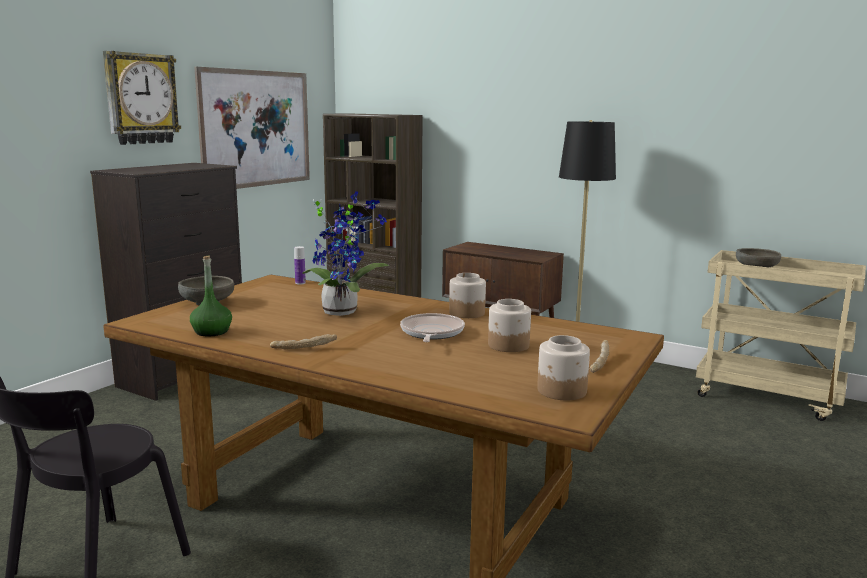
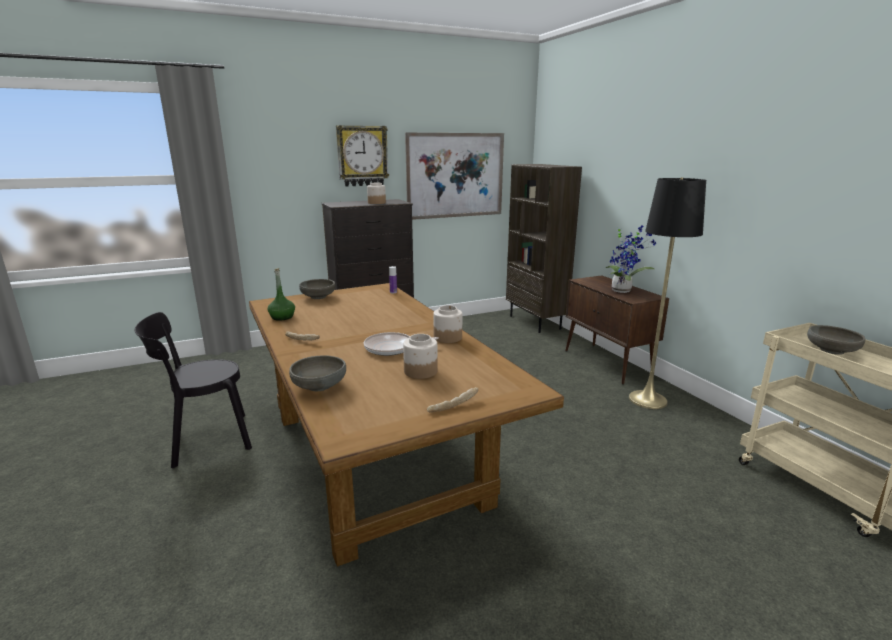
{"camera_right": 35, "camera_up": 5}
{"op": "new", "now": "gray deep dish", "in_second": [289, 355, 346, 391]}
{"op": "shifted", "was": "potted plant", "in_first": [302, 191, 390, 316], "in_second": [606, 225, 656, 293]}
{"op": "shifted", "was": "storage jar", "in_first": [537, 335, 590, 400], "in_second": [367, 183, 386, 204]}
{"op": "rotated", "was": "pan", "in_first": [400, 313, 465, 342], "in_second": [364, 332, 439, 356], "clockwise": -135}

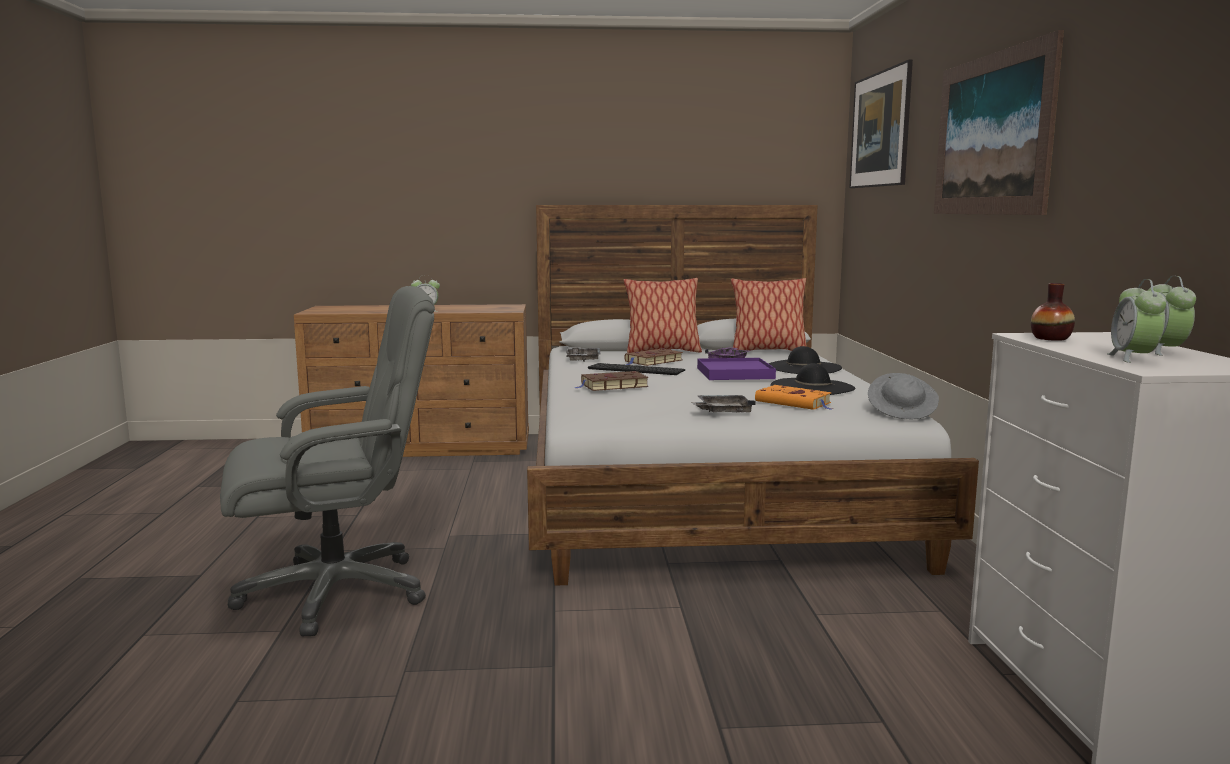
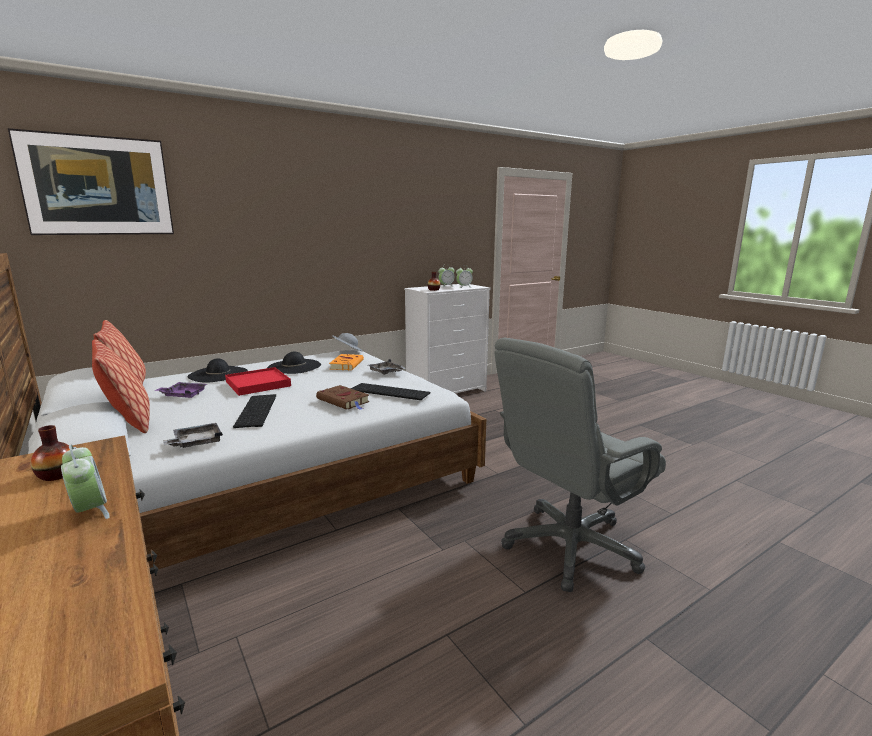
{"camera_right": -120, "camera_up": 5}
{"op": "gone", "was": "brown volume", "in_first": [624, 349, 683, 366]}
{"op": "gone", "was": "wall art", "in_first": [934, 30, 1064, 215]}
{"op": "new", "now": "decorative vase", "in_second": [31, 425, 70, 481]}
{"op": "new", "now": "keyboard", "in_second": [351, 383, 431, 400]}
{"op": "repainted", "was": "purple serving tray", "now": "red-coloured serving tray", "in_first": [697, 358, 776, 380], "in_second": [225, 367, 291, 396]}
{"op": "rotated", "was": "gray office chair", "in_first": [220, 286, 435, 636], "in_second": [494, 338, 666, 592], "clockwise": -75}

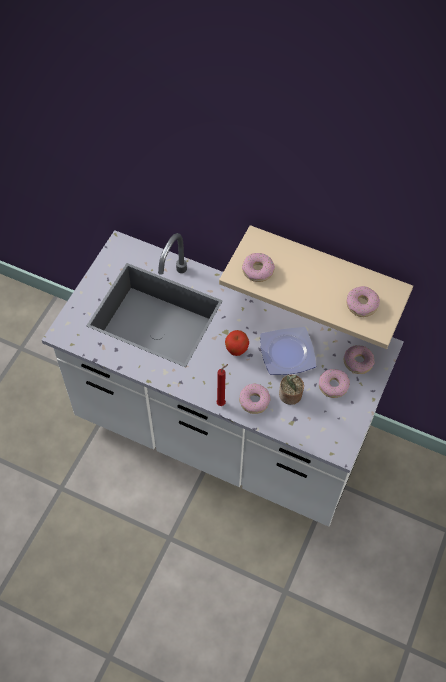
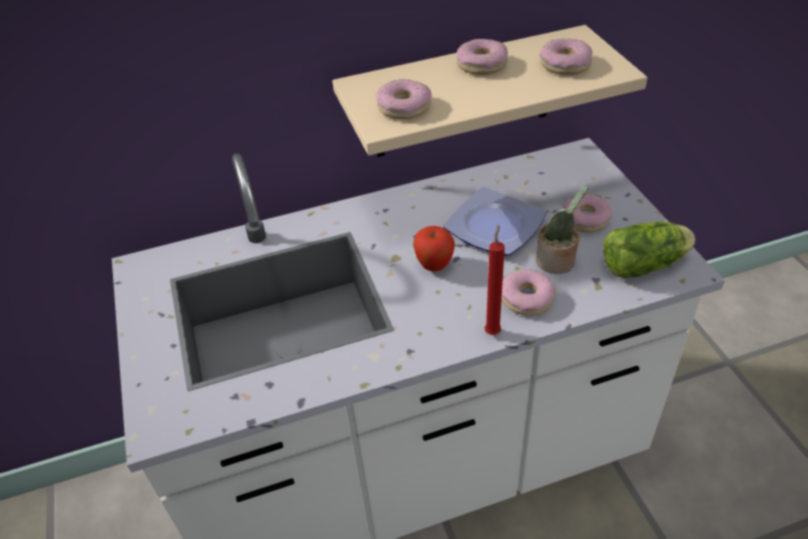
{"camera_right": -40, "camera_up": -15}
{"op": "new", "now": "lettuce", "in_second": [603, 221, 695, 278]}
{"op": "shifted", "was": "doughnut", "in_first": [344, 345, 374, 374], "in_second": [456, 39, 508, 75]}

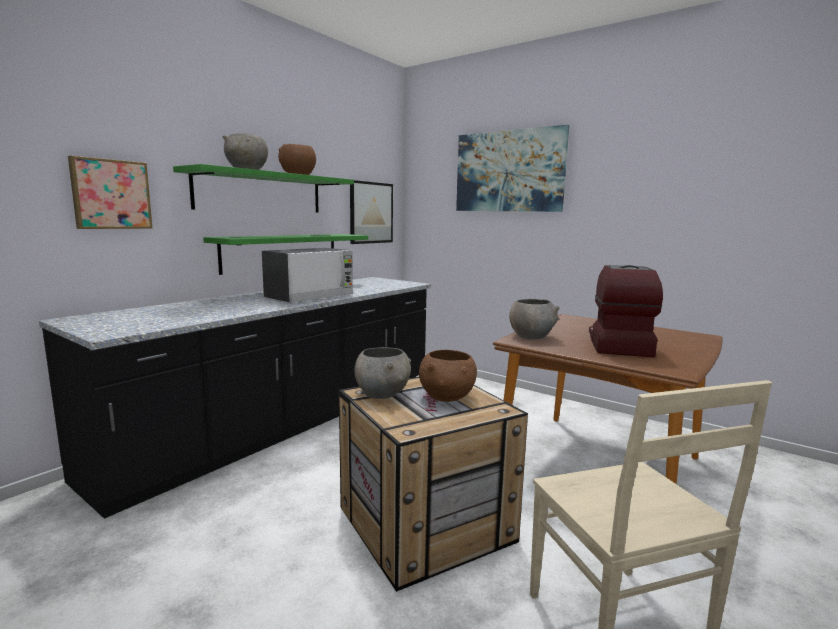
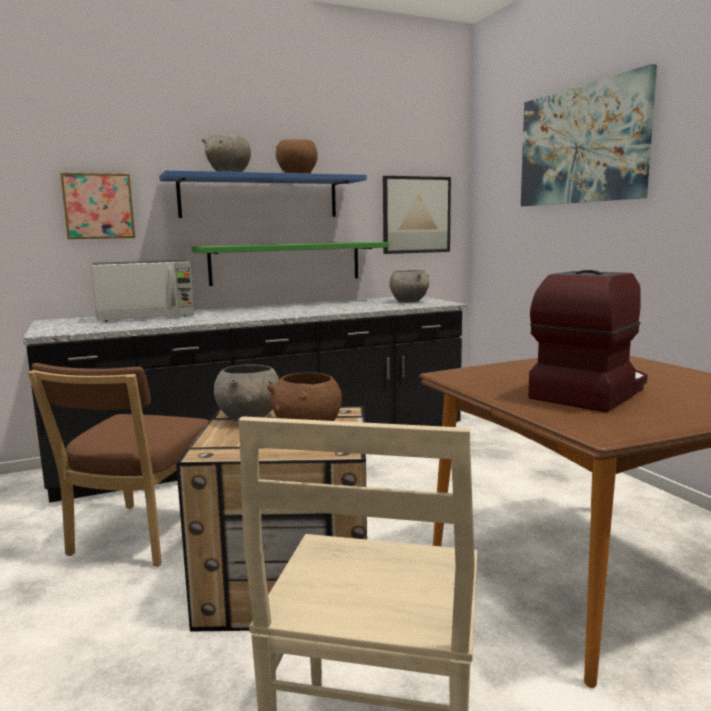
{"camera_right": 30, "camera_up": 0}
{"op": "new", "now": "brown upright chair", "in_second": [28, 363, 209, 567]}
{"op": "shifted", "was": "microwave oven", "in_first": [262, 248, 353, 303], "in_second": [91, 260, 194, 321]}
{"op": "shifted", "was": "gray deep dish", "in_first": [509, 299, 560, 339], "in_second": [389, 270, 429, 302]}
{"op": "repainted", "was": "green bracket shelf", "now": "blue bracket shelf", "in_first": [173, 164, 354, 213], "in_second": [159, 170, 366, 218]}

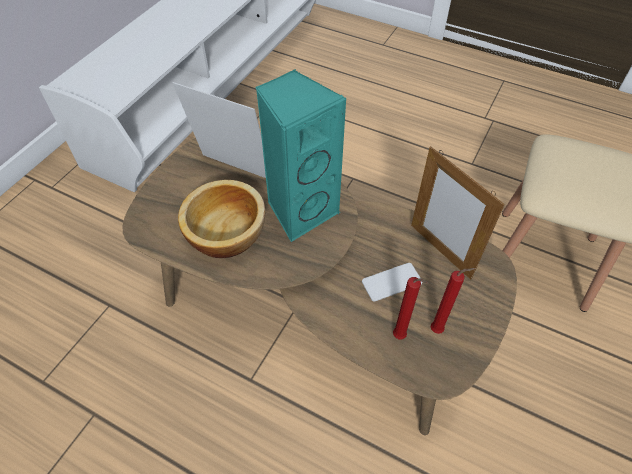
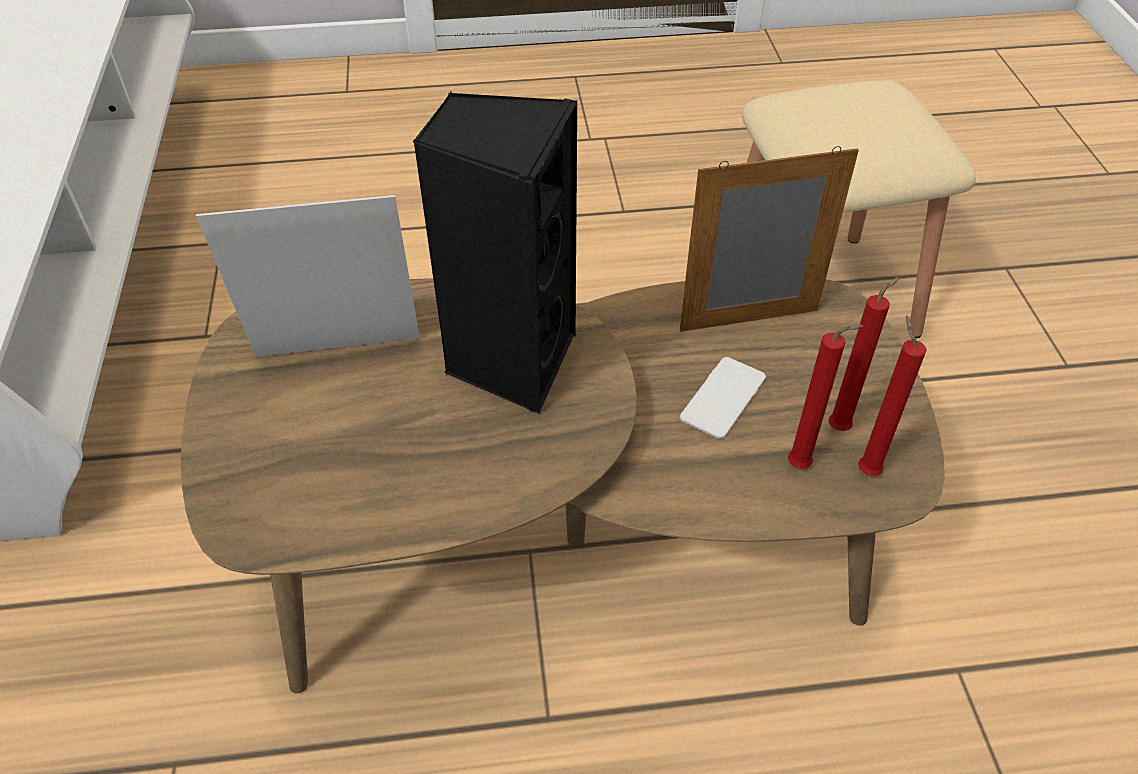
{"camera_right": -35, "camera_up": -5}
{"op": "gone", "was": "deep dish", "in_first": [178, 180, 265, 258]}
{"op": "new", "now": "red-coloured wax candle", "in_second": [858, 315, 927, 476]}
{"op": "repainted", "was": "turquoise-coloured loudspeaker", "now": "black-coloured loudspeaker", "in_first": [255, 69, 347, 242], "in_second": [413, 92, 577, 414]}
{"op": "rotated", "was": "standing frame", "in_first": [411, 146, 505, 280], "in_second": [680, 146, 859, 332], "clockwise": 150}

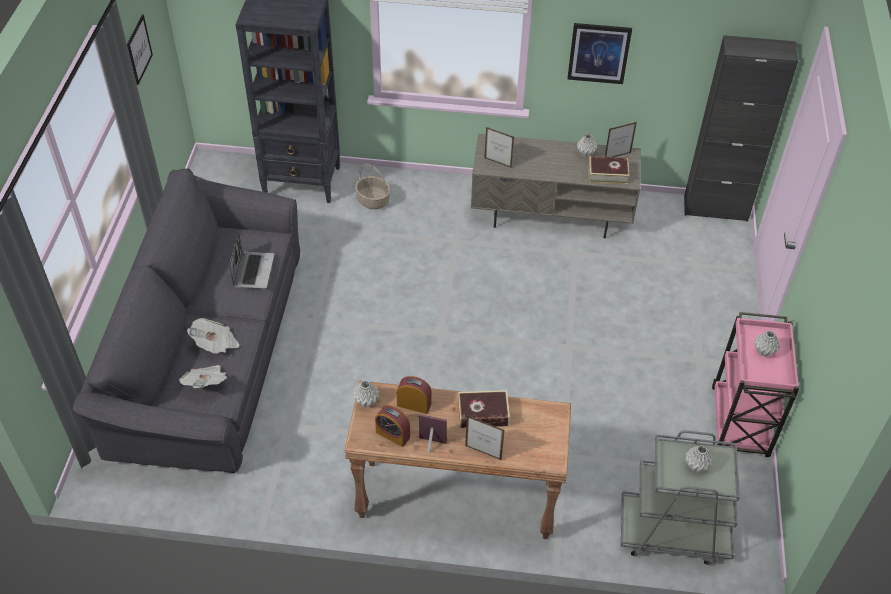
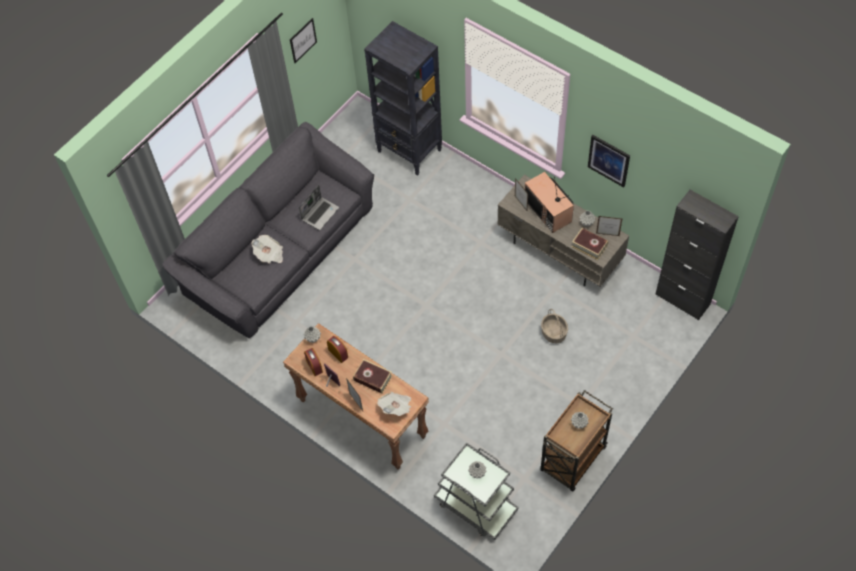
{"camera_right": 35, "camera_up": 10}
{"op": "new", "now": "TV", "in_second": [525, 172, 574, 233]}
{"op": "shifted", "was": "printed paper", "in_first": [179, 365, 227, 388], "in_second": [377, 392, 411, 416]}
{"op": "shifted", "was": "household basket", "in_first": [355, 164, 391, 209], "in_second": [541, 309, 568, 343]}
{"op": "repainted", "was": "pink wheeled cart", "now": "brown wheeled cart", "in_first": [712, 312, 800, 457], "in_second": [541, 390, 613, 491]}

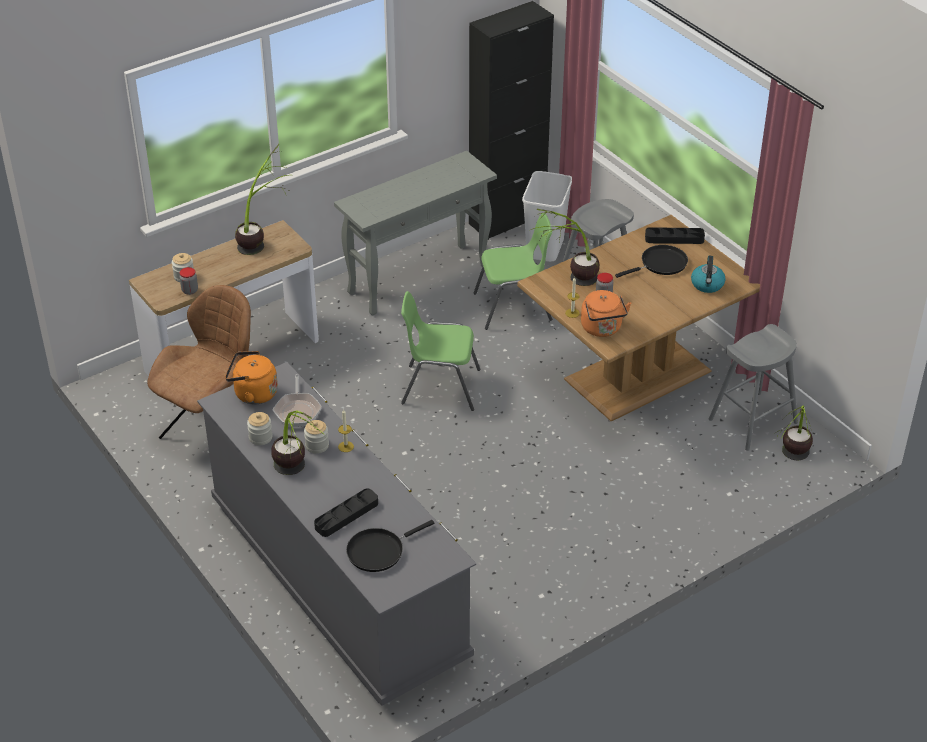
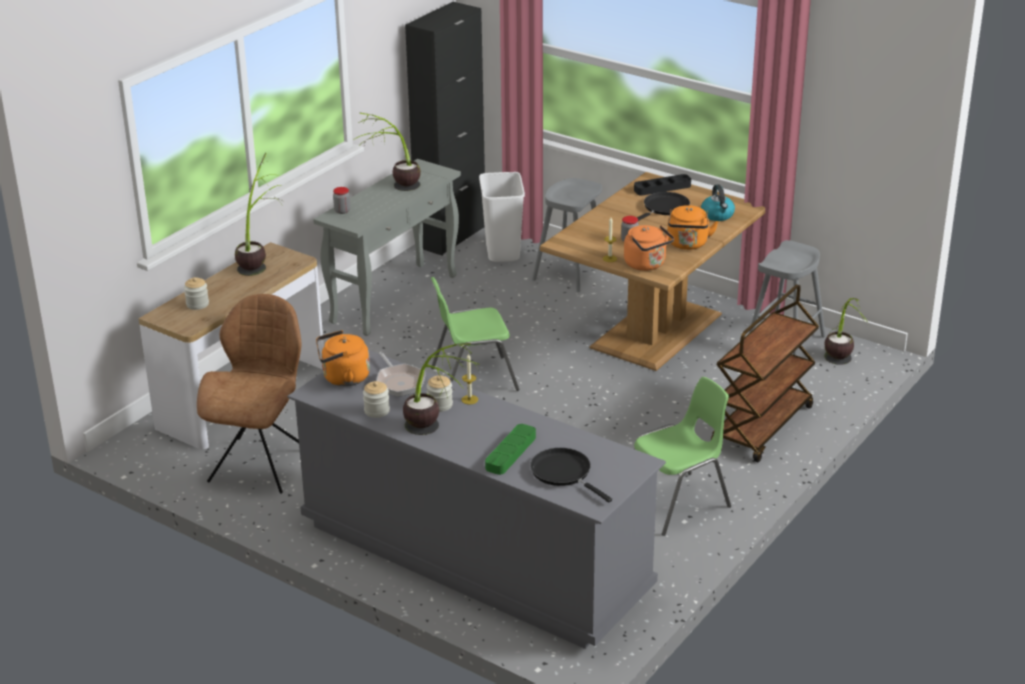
{"camera_right": -20, "camera_up": -10}
{"op": "new", "now": "orange-coloured tea kettle", "in_second": [668, 205, 719, 250]}
{"op": "new", "now": "brown wheeled cart", "in_second": [711, 284, 819, 462]}
{"op": "shifted", "was": "storage jar", "in_first": [180, 267, 198, 295], "in_second": [333, 187, 350, 214]}
{"op": "shifted", "was": "green upright chair", "in_first": [474, 213, 552, 330], "in_second": [634, 377, 731, 536]}
{"op": "shifted", "was": "potted plant", "in_first": [531, 209, 600, 286], "in_second": [353, 113, 421, 191]}
{"op": "repainted", "was": "black-coloured serving tray", "now": "green serving tray", "in_first": [314, 488, 378, 537], "in_second": [485, 424, 536, 475]}
{"op": "rotated", "was": "black-coloured pan", "in_first": [346, 520, 434, 572], "in_second": [530, 448, 612, 503], "clockwise": 105}

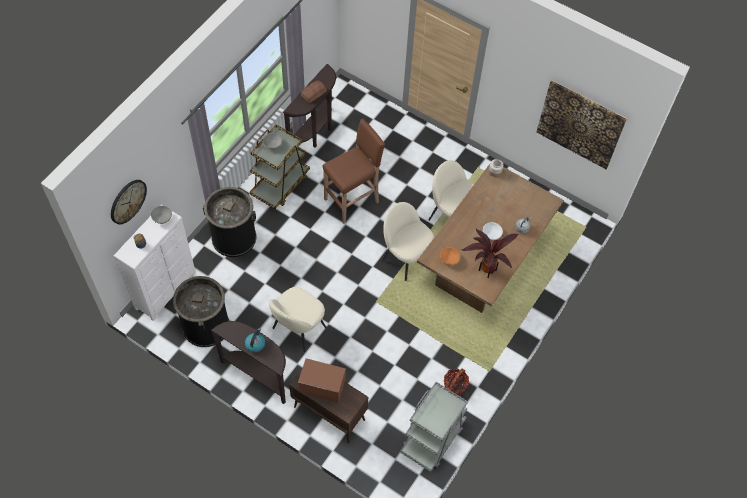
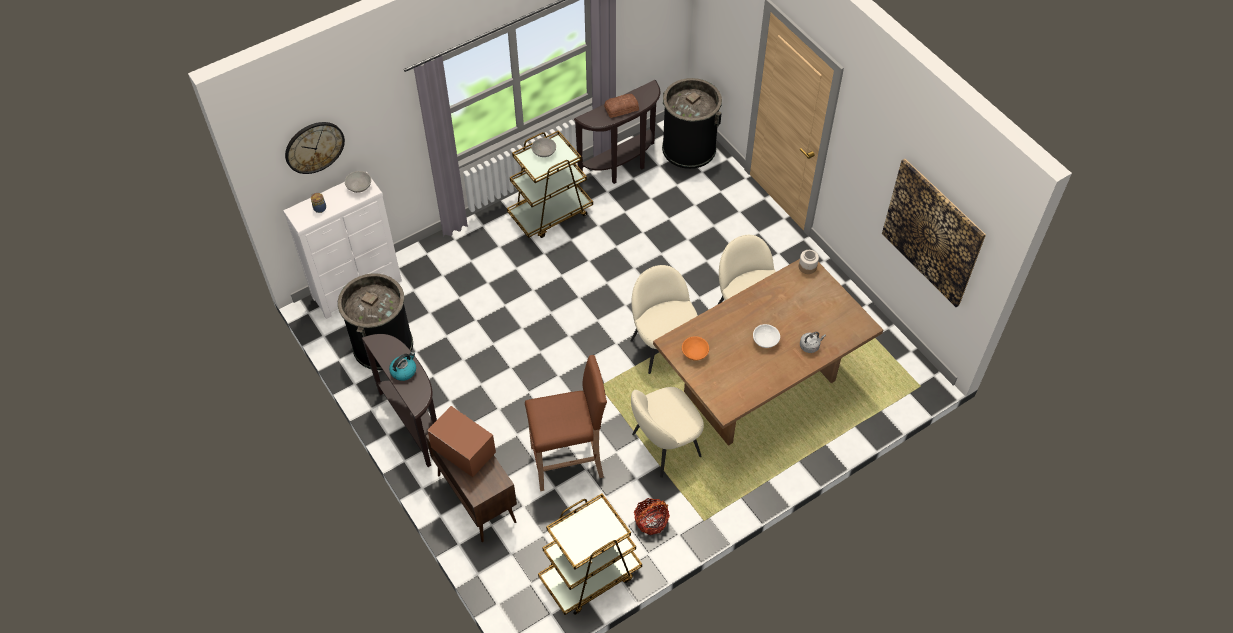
{"camera_right": 25, "camera_up": -5}
{"op": "gone", "was": "potted plant", "in_first": [461, 229, 519, 278]}
{"op": "shifted", "was": "black-coloured waste bin", "in_first": [203, 187, 256, 257], "in_second": [662, 78, 722, 169]}
{"op": "shifted", "was": "sand-coloured upright chair", "in_first": [269, 287, 327, 352], "in_second": [631, 387, 704, 478]}
{"op": "shifted", "was": "brown stool", "in_first": [322, 119, 385, 223], "in_second": [525, 355, 607, 491]}
{"op": "repainted", "was": "gray wheeled cart", "now": "brown wheeled cart", "in_first": [400, 382, 468, 472], "in_second": [538, 493, 642, 615]}

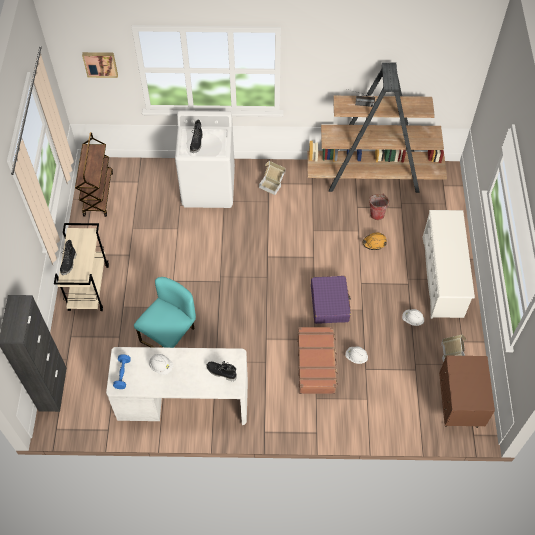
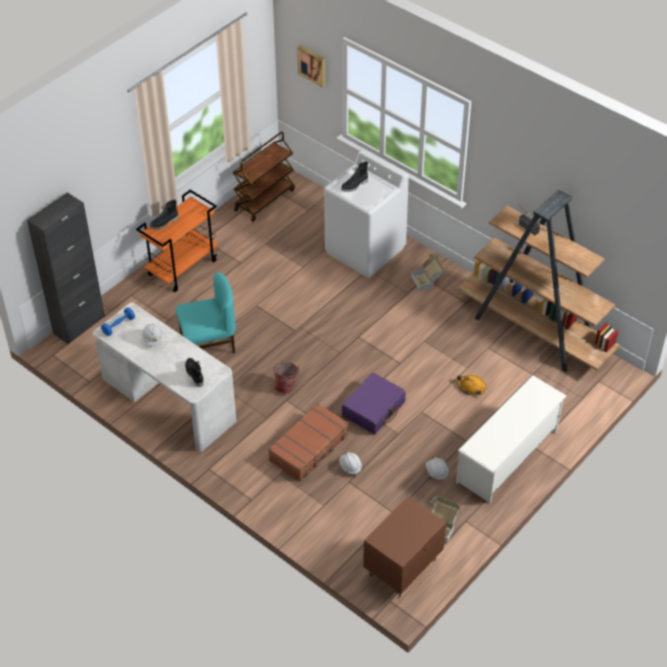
{"camera_right": 40, "camera_up": -10}
{"op": "shifted", "was": "bucket", "in_first": [369, 194, 390, 220], "in_second": [274, 362, 300, 394]}
{"op": "repainted", "was": "sand-coloured wheeled cart", "now": "orange-coloured wheeled cart", "in_first": [54, 223, 109, 311], "in_second": [136, 190, 218, 292]}

